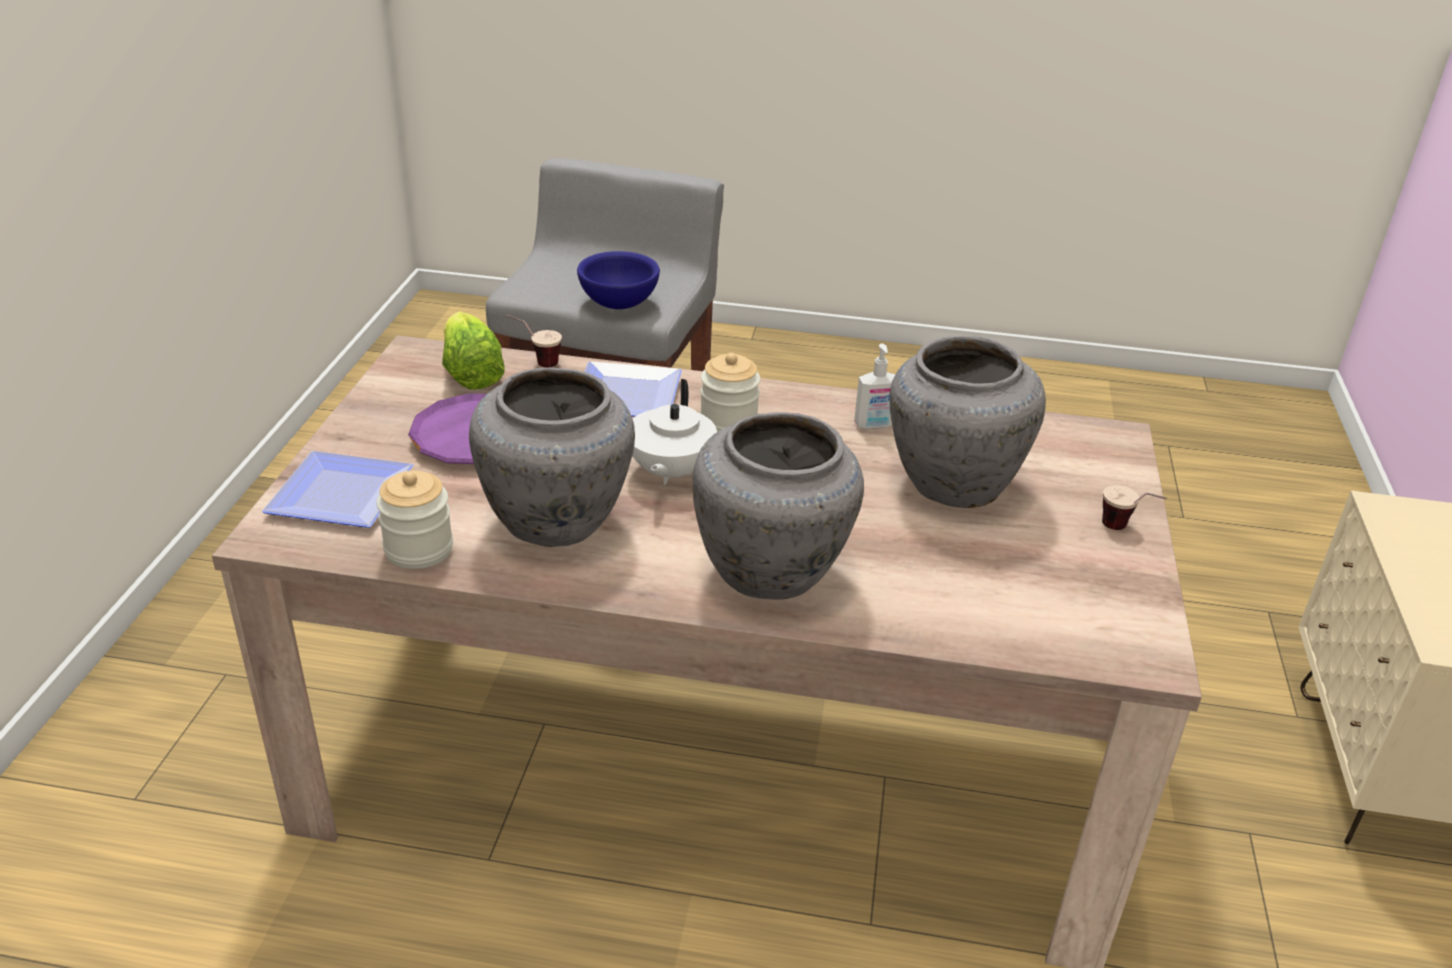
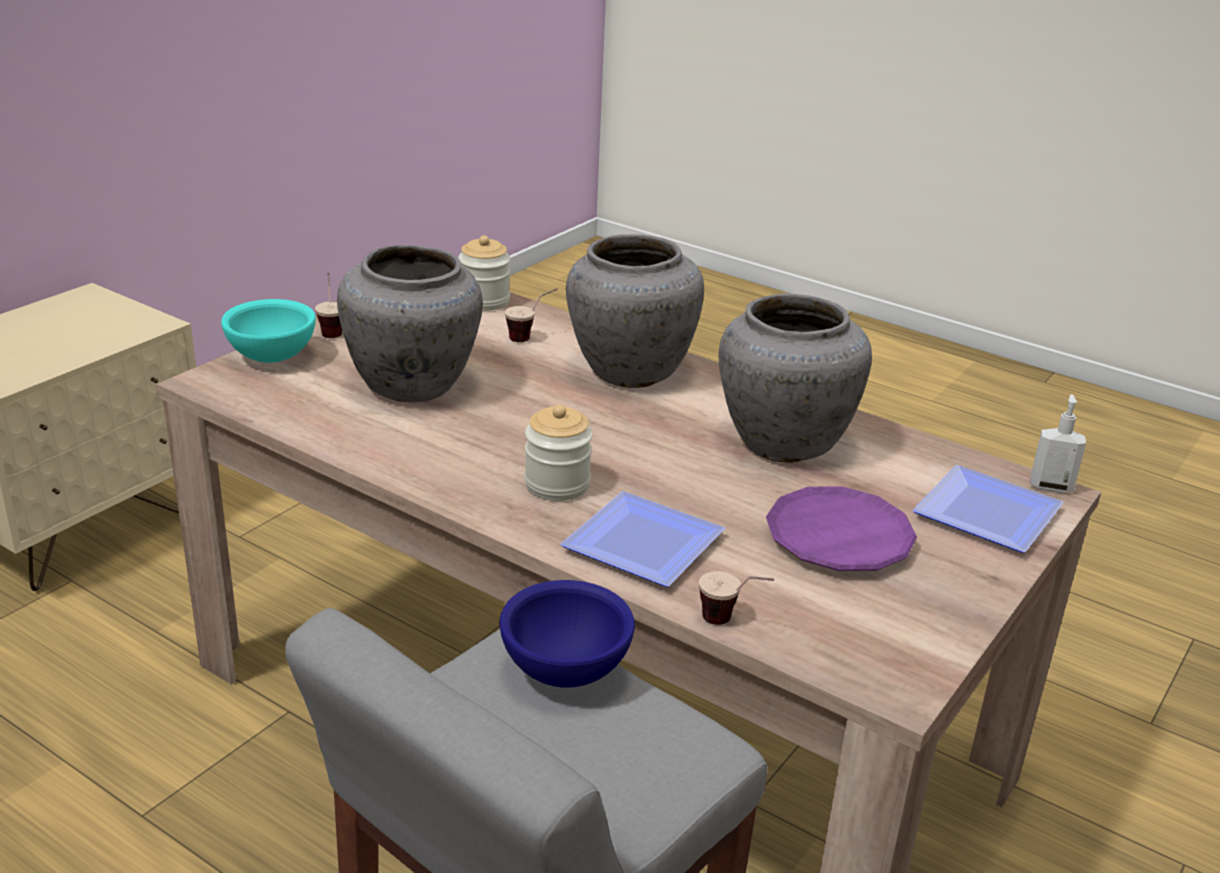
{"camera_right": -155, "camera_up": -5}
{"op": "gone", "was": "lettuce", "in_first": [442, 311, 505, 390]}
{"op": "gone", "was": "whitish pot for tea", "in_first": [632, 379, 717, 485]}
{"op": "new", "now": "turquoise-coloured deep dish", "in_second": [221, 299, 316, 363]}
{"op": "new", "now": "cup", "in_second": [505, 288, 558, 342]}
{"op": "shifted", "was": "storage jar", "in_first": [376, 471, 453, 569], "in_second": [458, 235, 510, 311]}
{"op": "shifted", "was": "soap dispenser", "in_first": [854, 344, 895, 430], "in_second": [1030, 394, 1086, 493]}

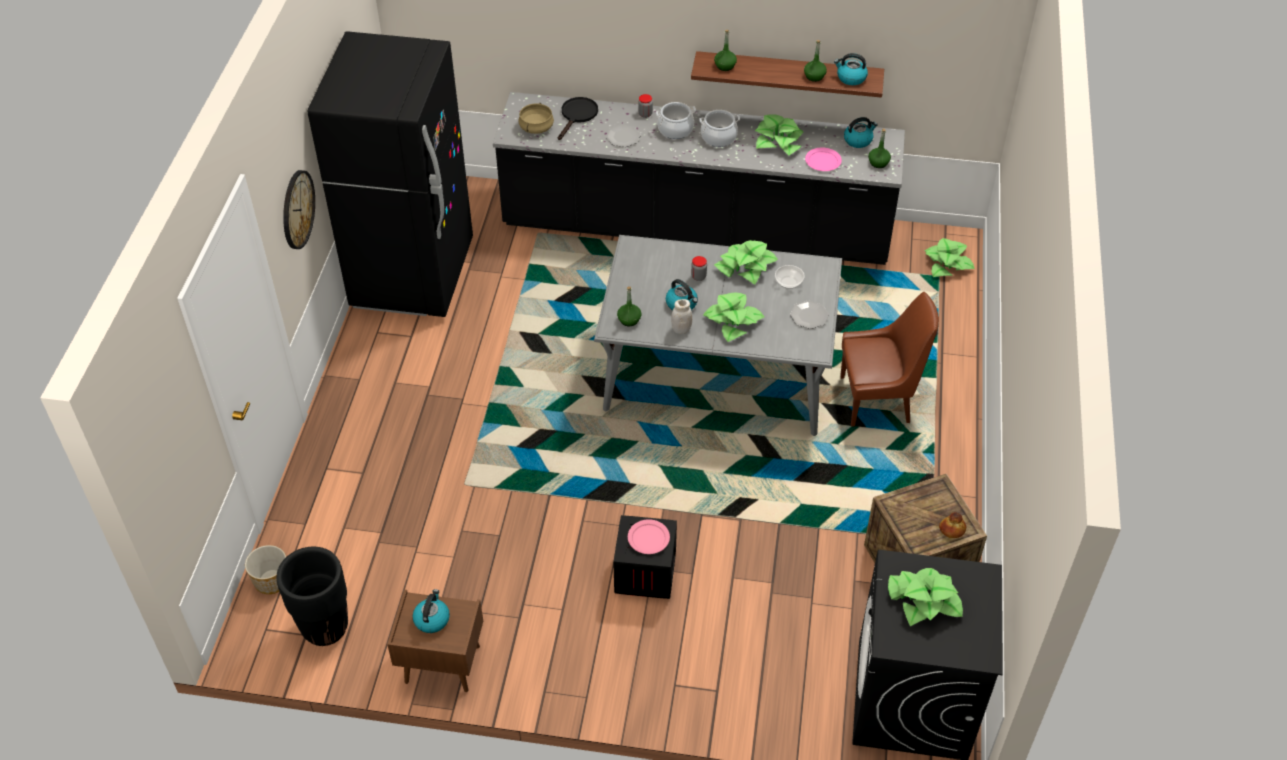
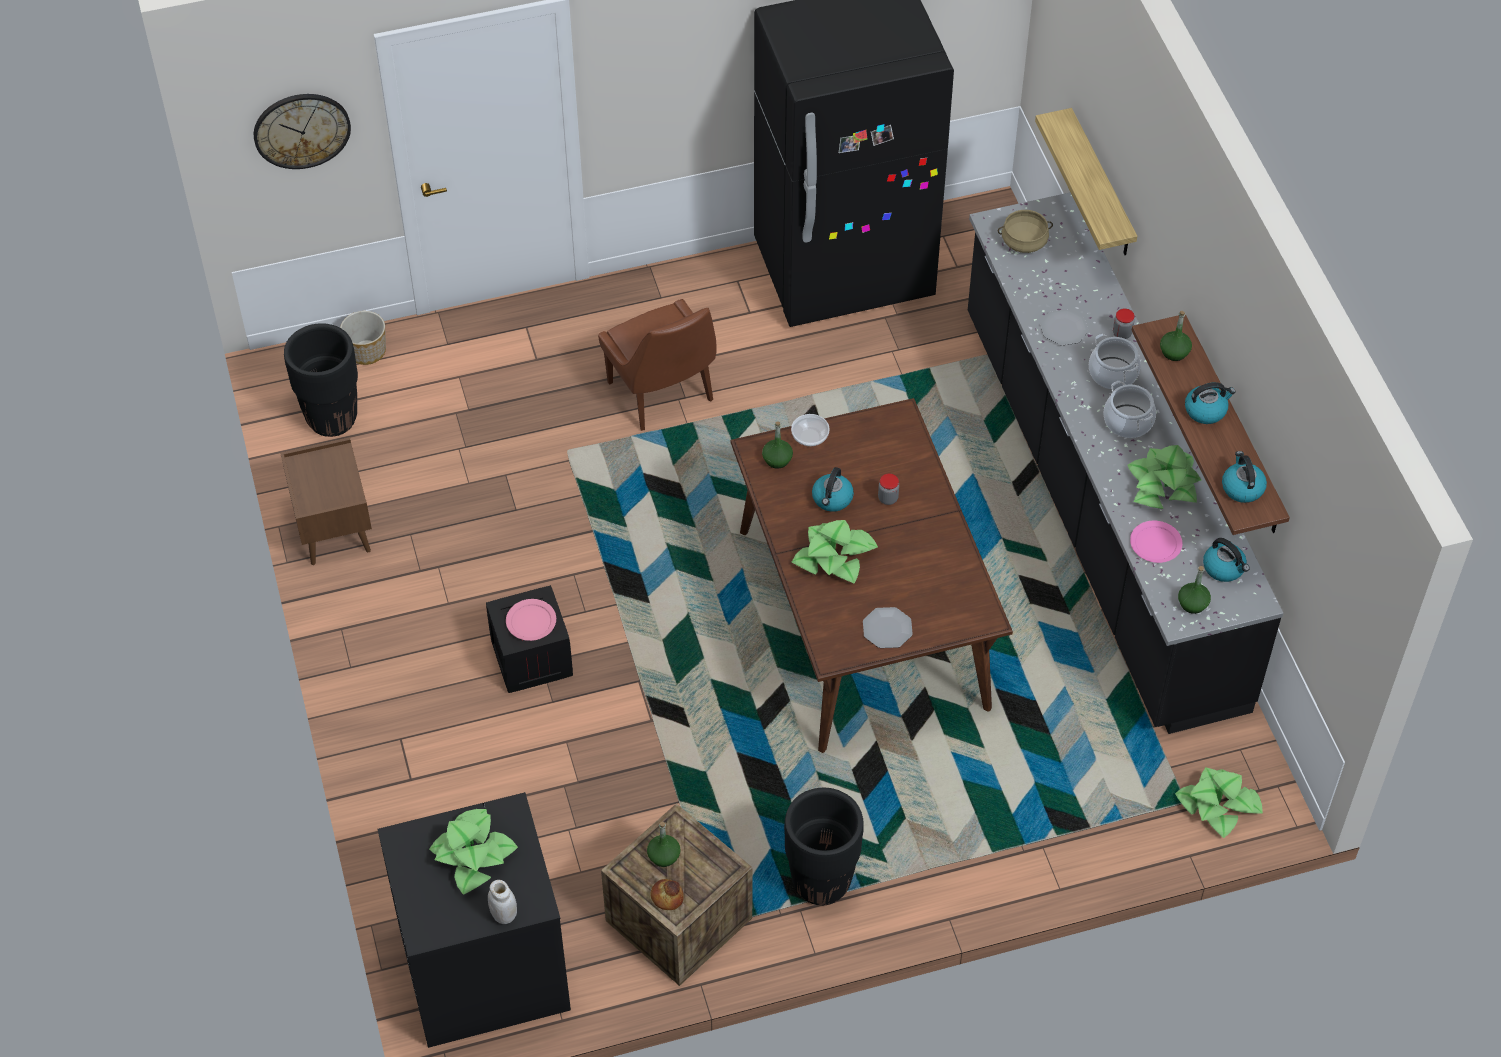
{"camera_right": 65, "camera_up": 5}
{"op": "gone", "was": "black-coloured pan", "in_first": [558, 97, 598, 140]}
{"op": "gone", "was": "potted plant", "in_first": [714, 240, 778, 285]}
{"op": "new", "now": "black-coloured planter", "in_second": [784, 788, 864, 905]}
{"op": "new", "now": "bracket shelf", "in_second": [1035, 108, 1137, 255]}
{"op": "shifted", "was": "wall clock", "in_first": [283, 170, 315, 249], "in_second": [254, 94, 351, 169]}
{"op": "shifted", "was": "tea kettle", "in_first": [413, 589, 450, 633], "in_second": [1185, 382, 1236, 424]}
{"op": "shifted", "was": "whitish storage jar", "in_first": [671, 299, 692, 334], "in_second": [488, 880, 517, 924]}
{"op": "shifted", "was": "deep dish", "in_first": [775, 265, 805, 289], "in_second": [791, 414, 830, 446]}
{"op": "shifted", "was": "green drink bottle", "in_first": [804, 40, 827, 82], "in_second": [647, 822, 680, 867]}
{"op": "shifted", "was": "brown upright chair", "in_first": [840, 292, 939, 427], "in_second": [598, 299, 717, 431]}
{"op": "repainted", "was": "gray dinner table", "now": "brown dinner table", "in_first": [594, 235, 842, 436], "in_second": [731, 398, 1013, 753]}

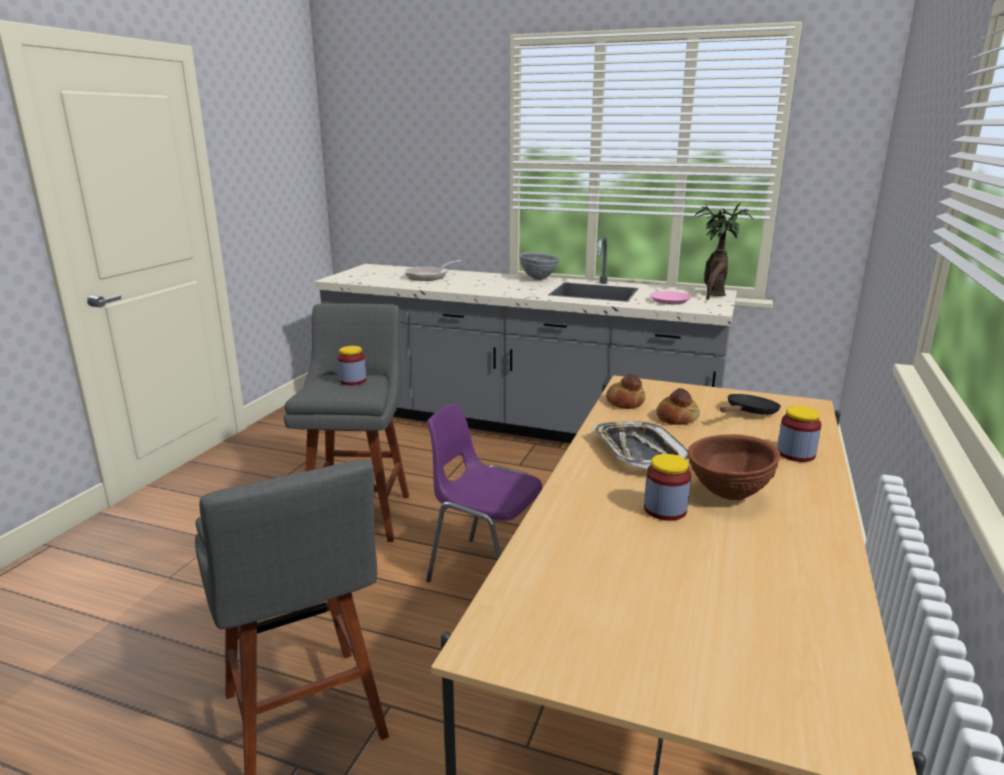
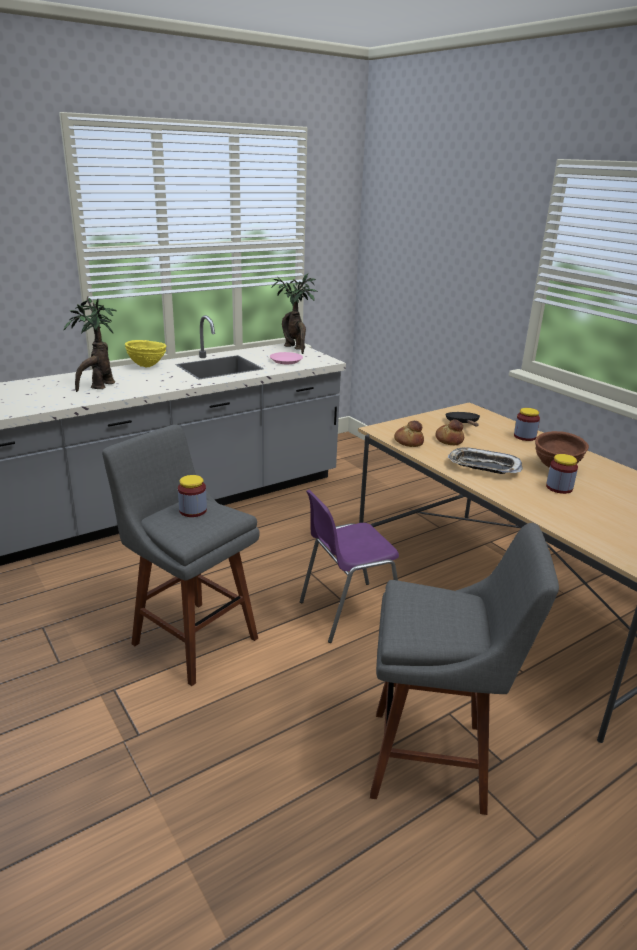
{"camera_right": -55, "camera_up": 5}
{"op": "gone", "was": "pan", "in_first": [405, 260, 461, 281]}
{"op": "new", "now": "potted plant", "in_second": [64, 296, 117, 392]}
{"op": "repainted", "was": "gray deep dish", "now": "yellow deep dish", "in_first": [519, 252, 560, 280], "in_second": [125, 340, 167, 367]}

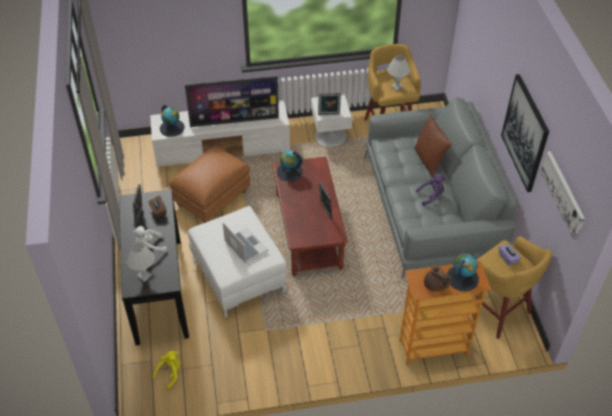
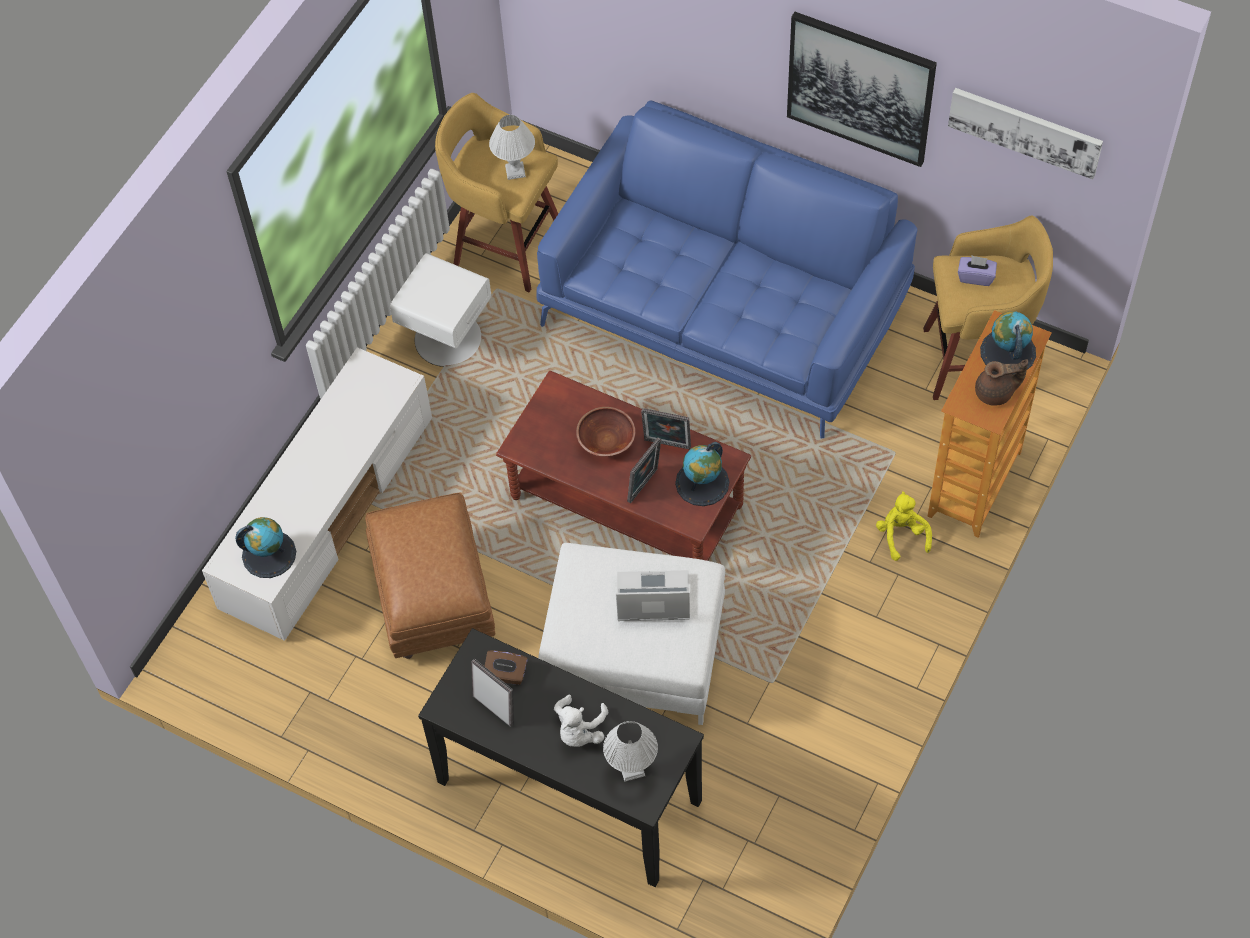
{"camera_right": -50, "camera_up": 10}
{"op": "gone", "was": "TV", "in_first": [185, 76, 279, 127]}
{"op": "gone", "was": "brown cushion", "in_first": [414, 114, 452, 178]}
{"op": "gone", "was": "purple cuddly toy", "in_first": [415, 174, 446, 206]}
{"op": "new", "now": "brown deep dish", "in_second": [576, 407, 635, 457]}
{"op": "shifted", "was": "yellow cuddly toy", "in_first": [152, 351, 181, 389], "in_second": [876, 491, 932, 561]}
{"op": "shifted", "was": "globe", "in_first": [277, 150, 303, 181], "in_second": [675, 442, 729, 506]}
{"op": "shifted", "was": "standing frame", "in_first": [318, 93, 341, 115], "in_second": [627, 437, 661, 503]}
{"op": "repainted", "was": "gray settee", "now": "blue settee", "in_first": [363, 97, 518, 278], "in_second": [536, 100, 917, 439]}

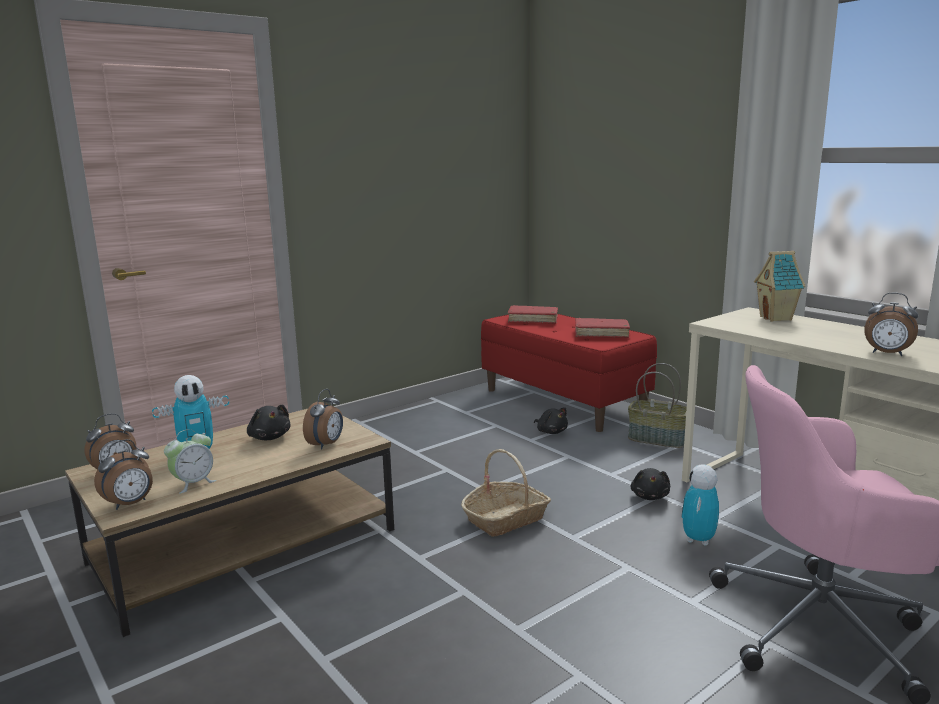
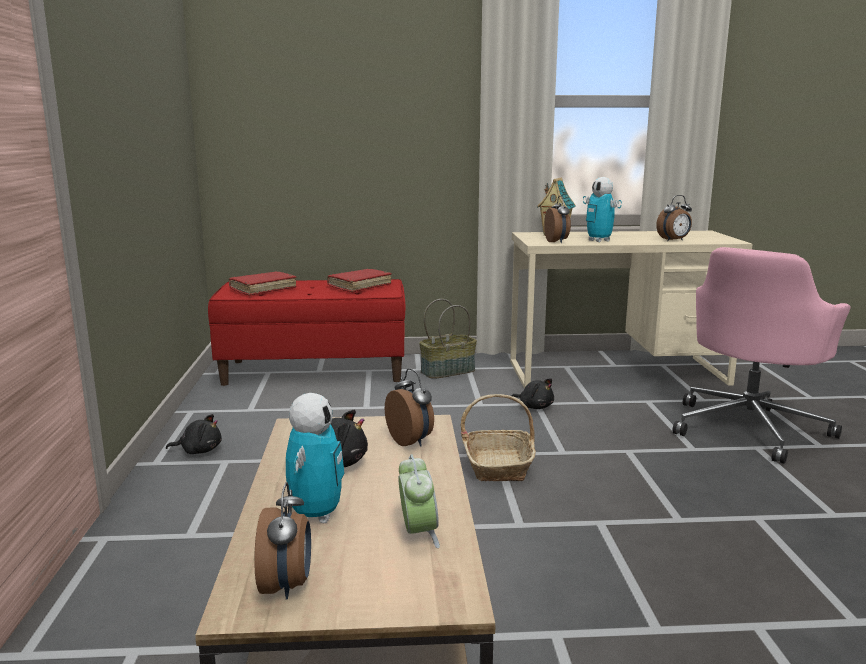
{"camera_right": -55, "camera_up": 0}
{"op": "shifted", "was": "alarm clock", "in_first": [94, 439, 153, 510], "in_second": [544, 196, 571, 243]}
{"op": "shifted", "was": "black-coloured cuddly toy", "in_first": [534, 407, 568, 434], "in_second": [166, 414, 222, 454]}
{"op": "shifted", "was": "toy robot", "in_first": [681, 464, 719, 546], "in_second": [583, 177, 622, 242]}

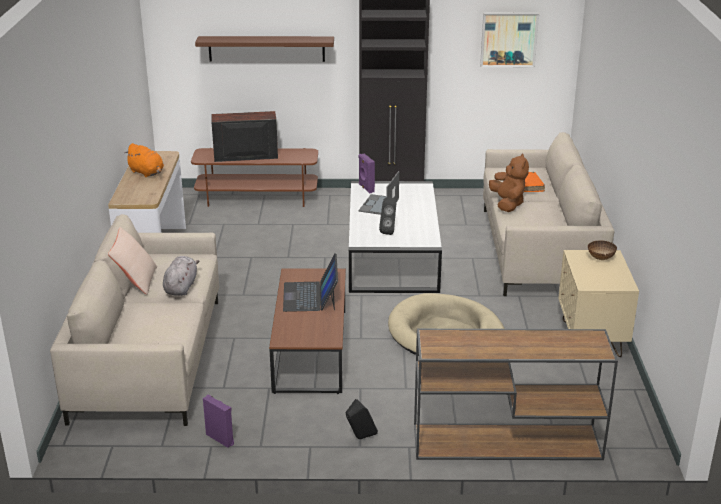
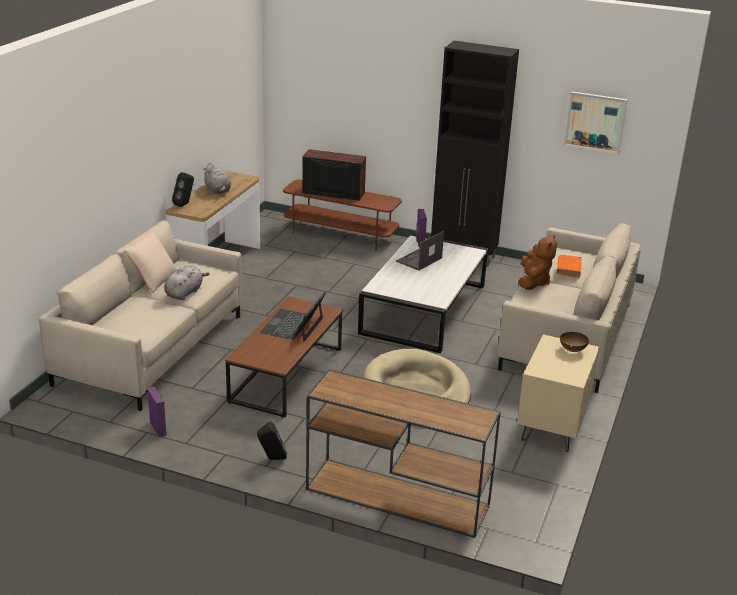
{"camera_right": 20, "camera_up": 0}
{"op": "gone", "was": "brown bracket shelf", "in_first": [195, 36, 334, 62]}
{"op": "shifted", "was": "black-coloured loudspeaker", "in_first": [379, 198, 397, 235], "in_second": [172, 172, 194, 207]}
{"op": "repainted", "was": "orange-coloured cuddly toy", "now": "gray cuddly toy", "in_first": [125, 143, 164, 177], "in_second": [203, 162, 231, 194]}

